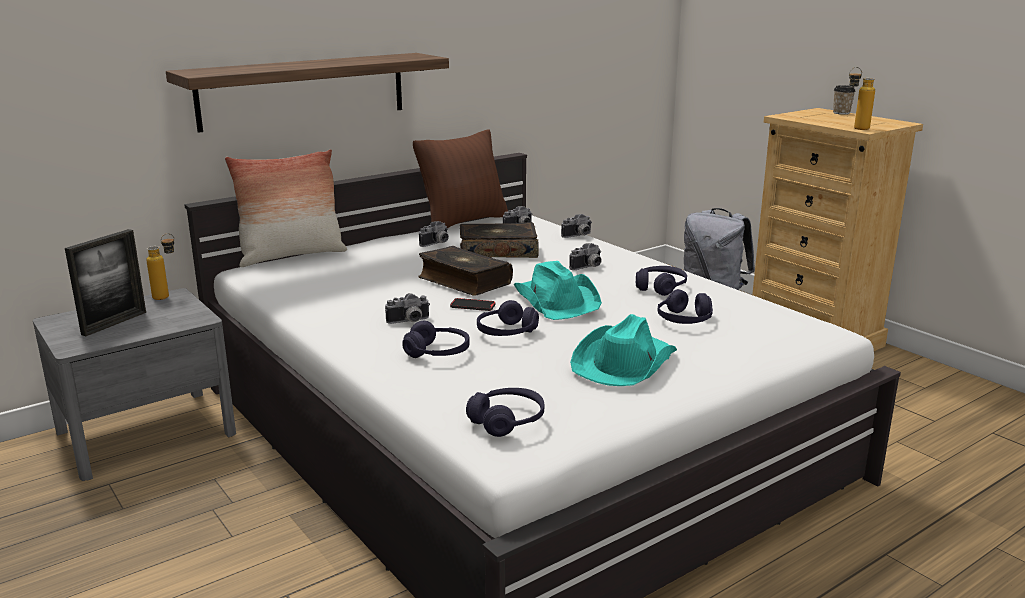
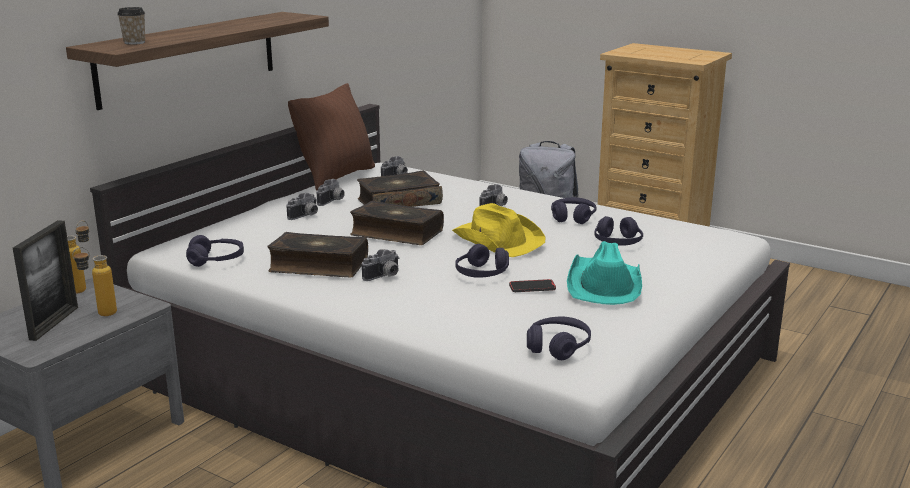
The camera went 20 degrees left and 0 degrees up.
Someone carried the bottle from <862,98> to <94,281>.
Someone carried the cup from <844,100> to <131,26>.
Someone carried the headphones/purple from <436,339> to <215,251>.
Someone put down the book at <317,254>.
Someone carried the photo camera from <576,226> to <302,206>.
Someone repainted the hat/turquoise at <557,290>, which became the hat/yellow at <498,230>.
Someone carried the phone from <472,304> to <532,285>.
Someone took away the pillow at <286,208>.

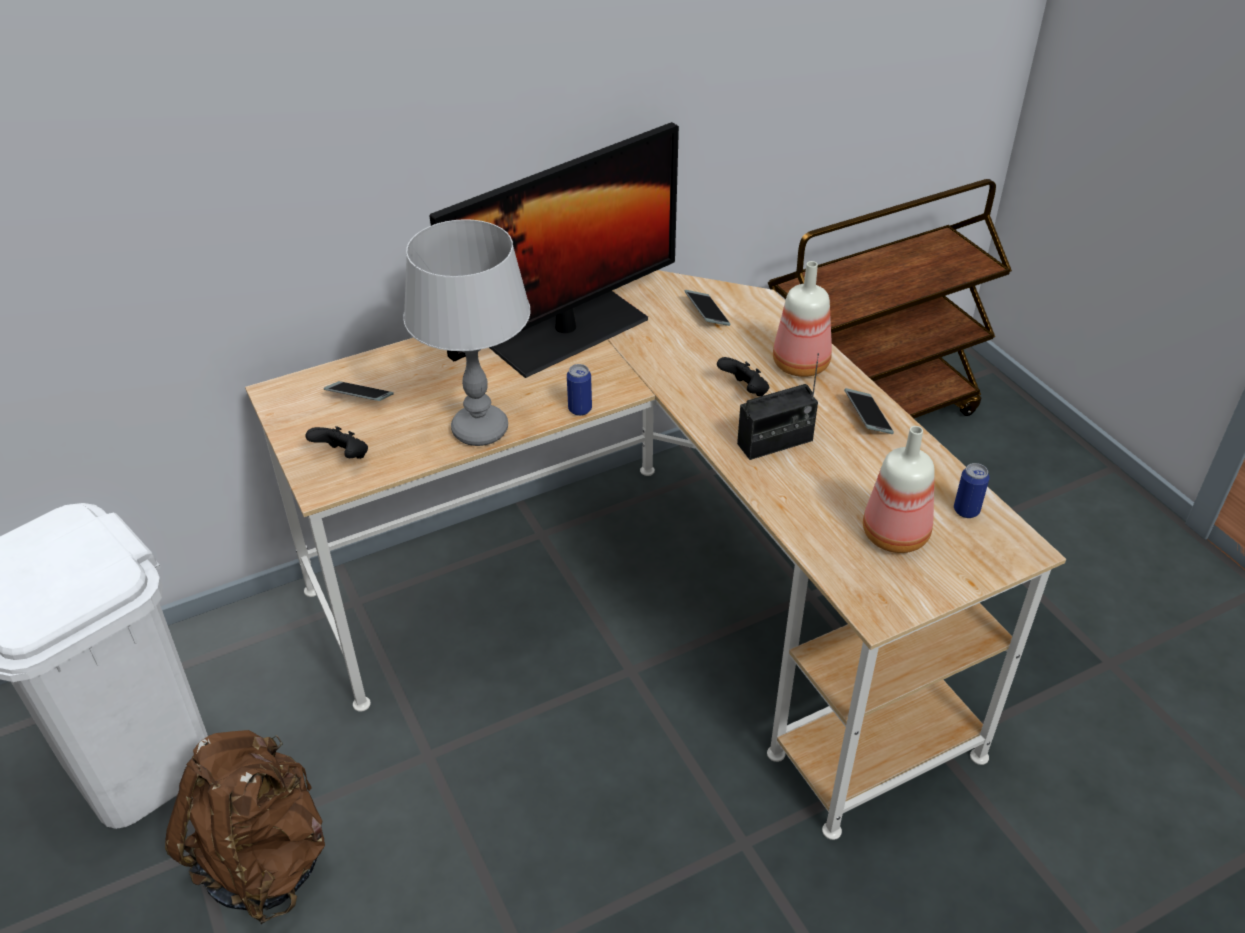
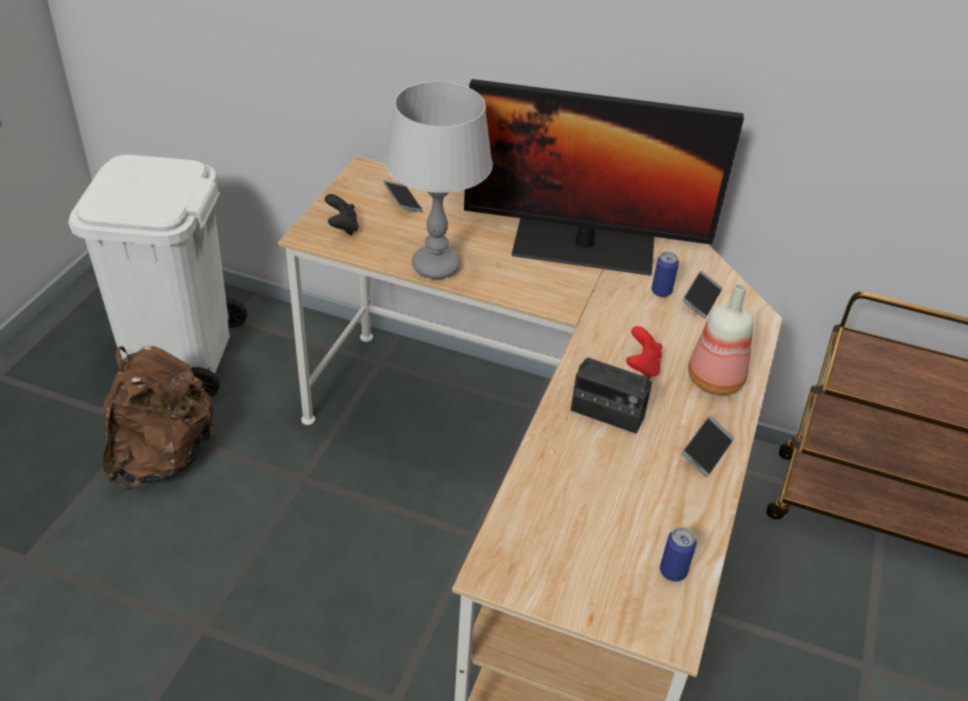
The camera went 45 degrees right and 0 degrees up.
Someone repainted the game controller/black at <743,377>, which became the game controller/red at <644,352>.
Someone carried the can from <579,390> to <665,274>.
Someone took away the bottle at <899,489>.

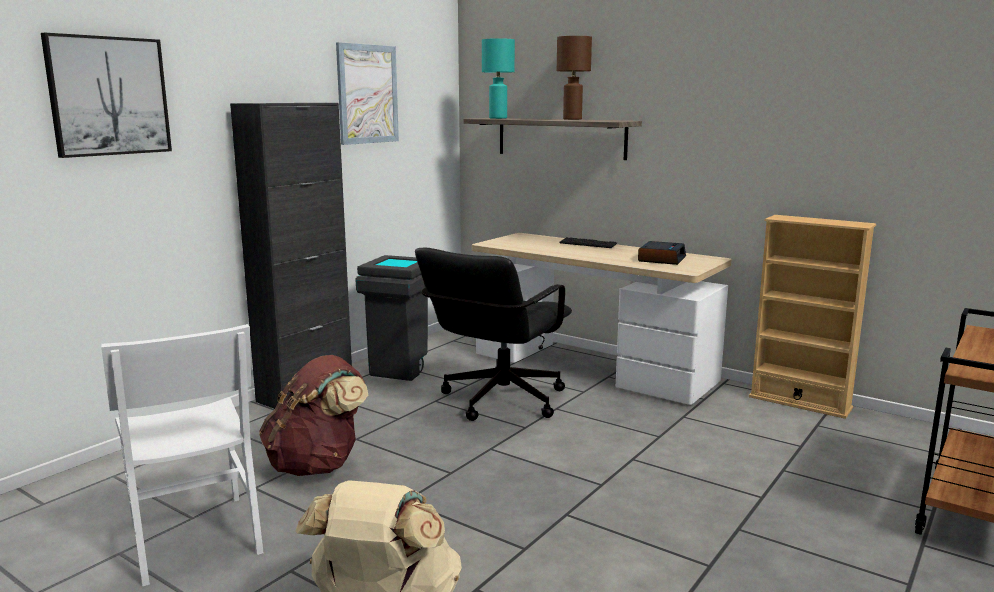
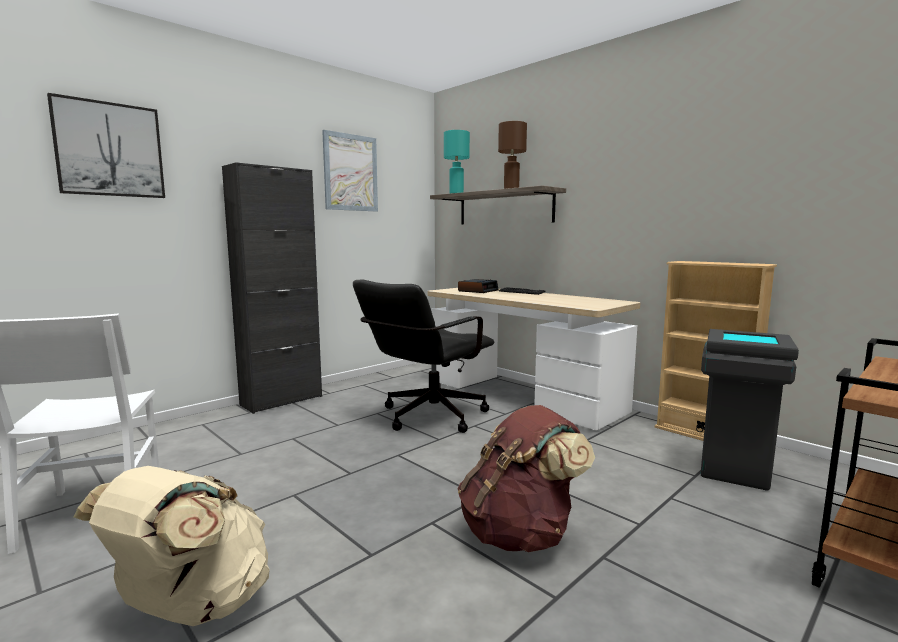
The camera went 10 degrees right and 5 degrees down.
Someone carried the alarm clock from <662,253> to <478,286>.
Someone carried the backpack/brown from <313,415> to <526,478>.
Someone carried the trash can/grey from <391,318> to <750,410>.

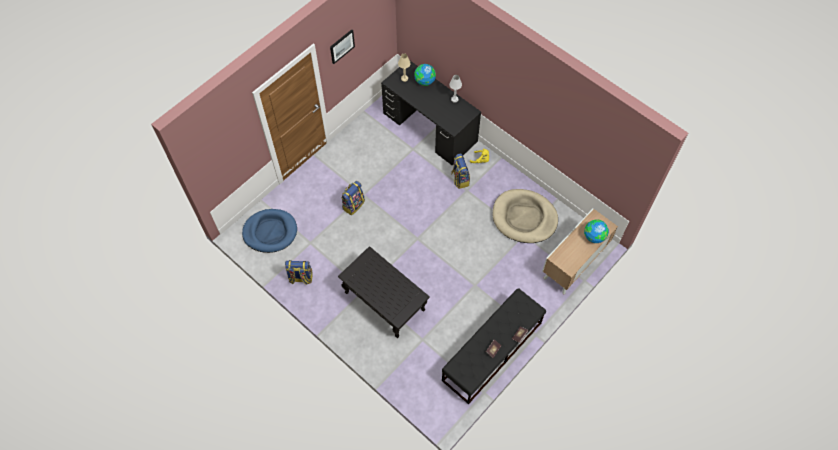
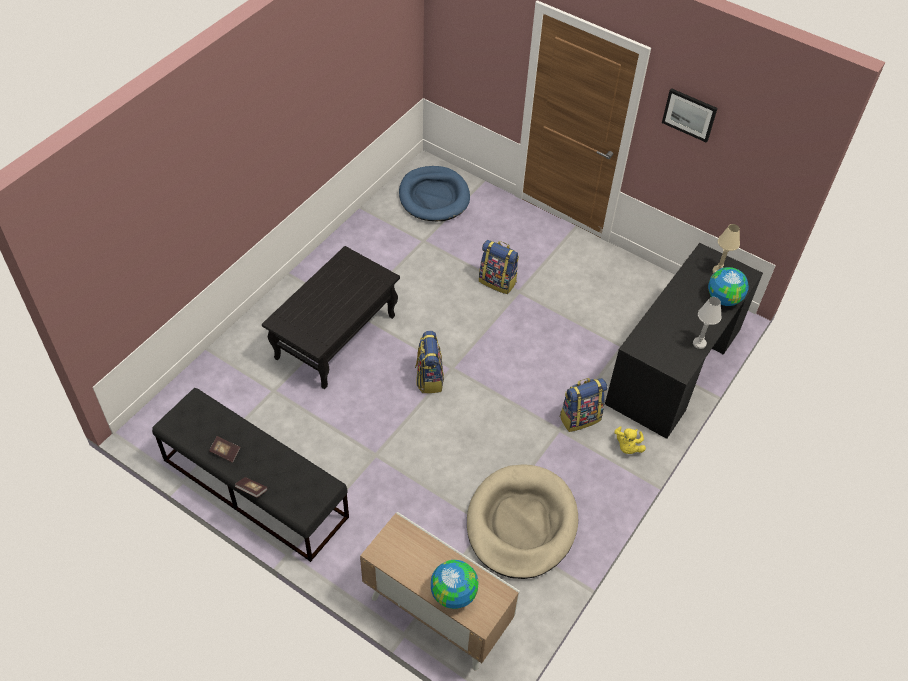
The camera went 80 degrees right and 10 degrees down.
Someone carried the backpack from <299,272> to <429,362>.

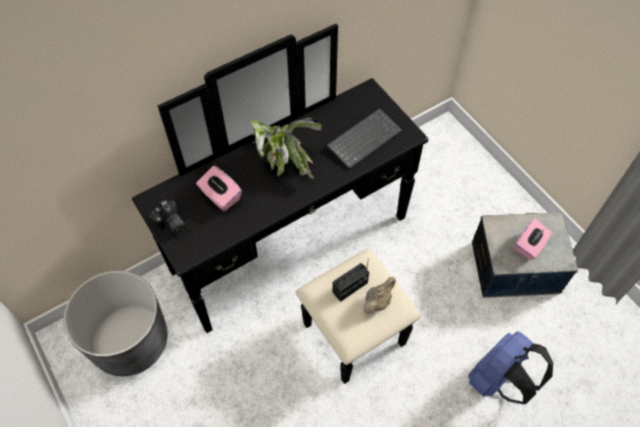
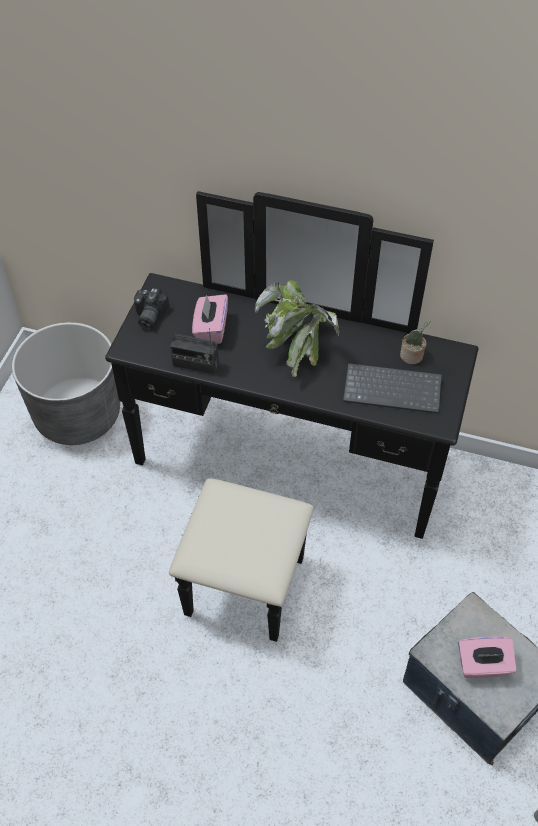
The camera went 50 degrees right and 5 degrees down.
Someone carried the radio from <351,280> to <194,351>.
Someone put down the potted plant at <415,342>.
Someone took away the teapot/beige at <380,295>.
Someone took away the backpack/blue at <510,368>.

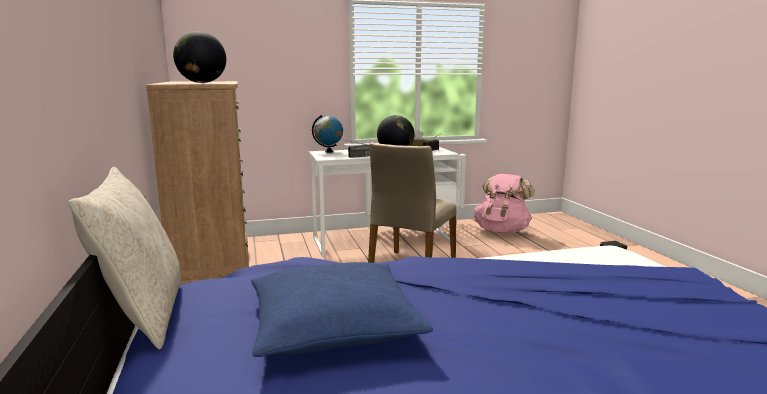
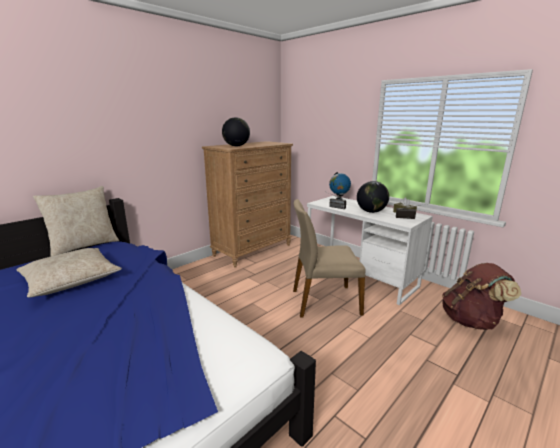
The camera went 60 degrees right and 5 degrees up.
Someone repainted the pillow/blue at <342,309>, which became the pillow/beige at <69,273>.
Someone repainted the backpack/pink at <504,203>, which became the backpack/brown at <481,296>.

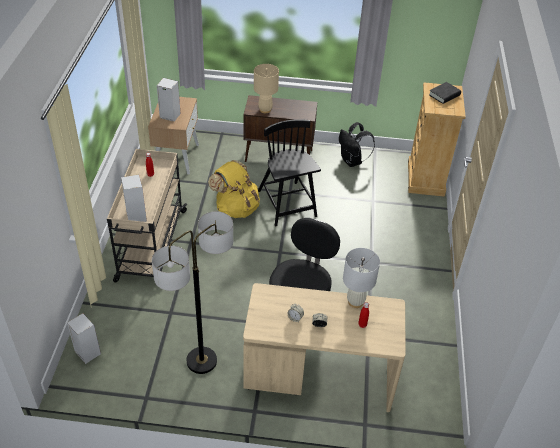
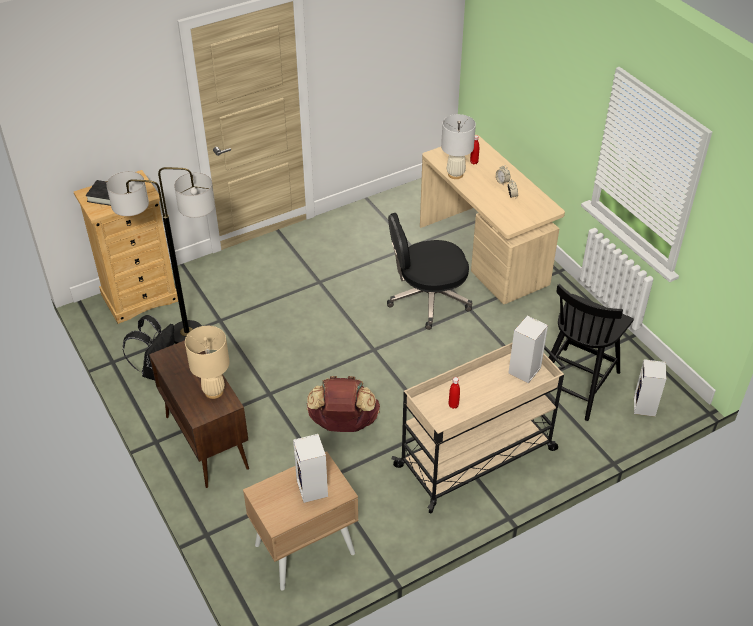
The camera went 125 degrees left and 0 degrees up.
Someone carried the floor lamp from <192,292> to <160,255>.
Someone repainted the backpack/yellow at <234,189>, which became the backpack/brown at <343,404>.
Someone carried the chair/black from <289,172> to <590,352>.

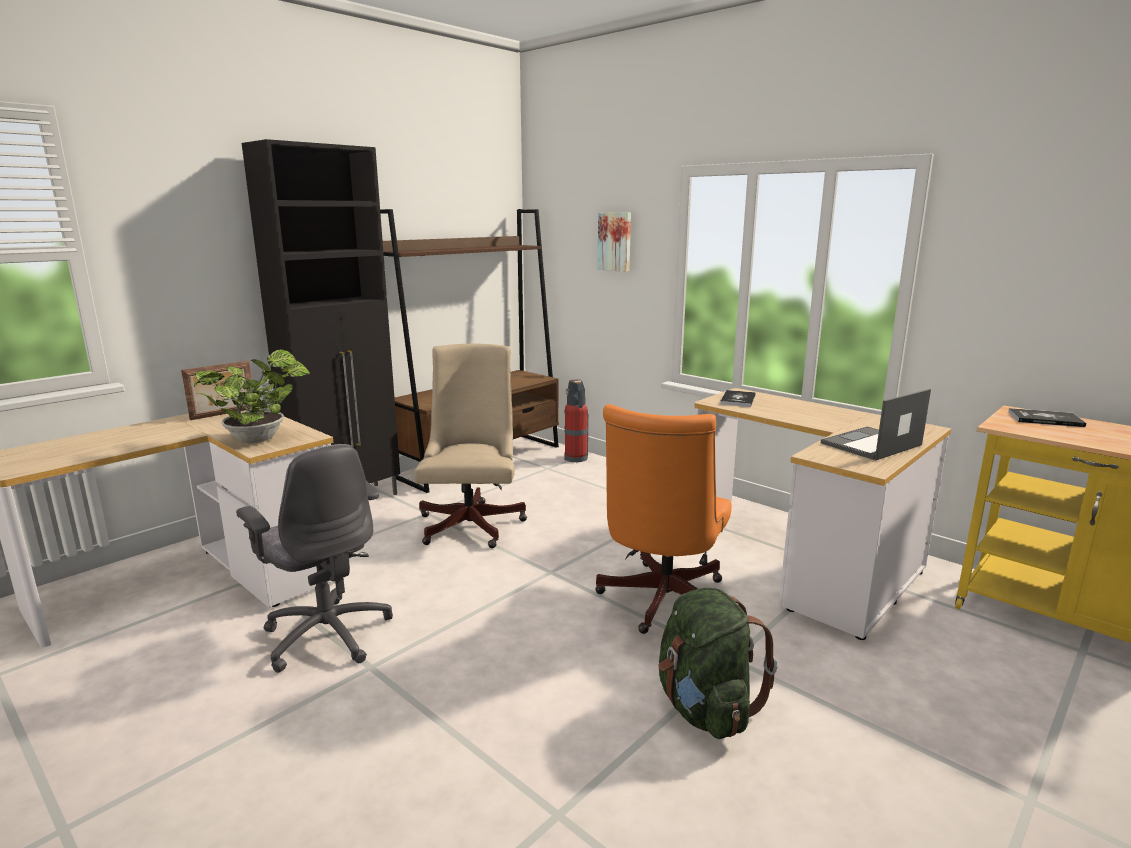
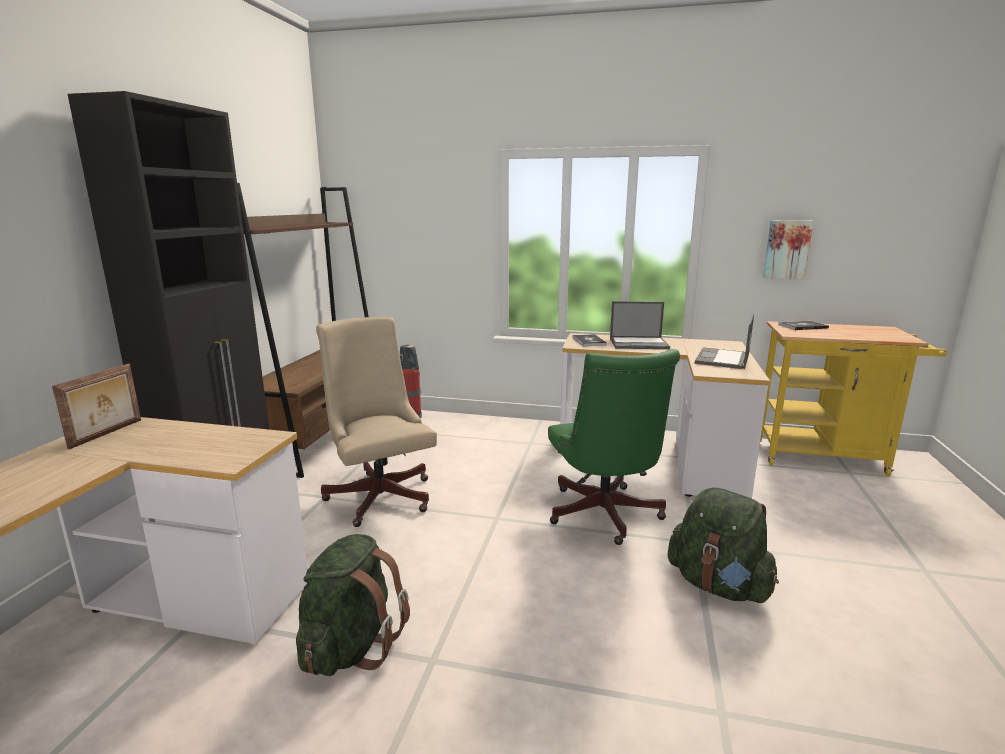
The camera went 30 degrees left and 0 degrees up.
Someone swapped the office chair/grey at <314,558> for the backpack/green at <353,605>.
Someone repainted the office chair/orange at <663,519>, which became the office chair/green at <614,447>.
Someone put down the laptop at <640,325>.
Someone carried the picture from <614,242> to <788,250>.
Someone took away the potted plant at <252,396>.

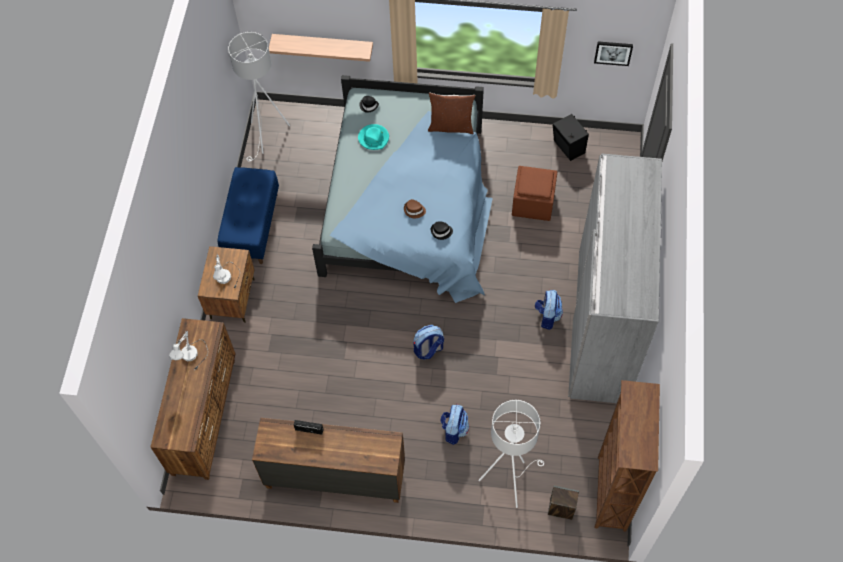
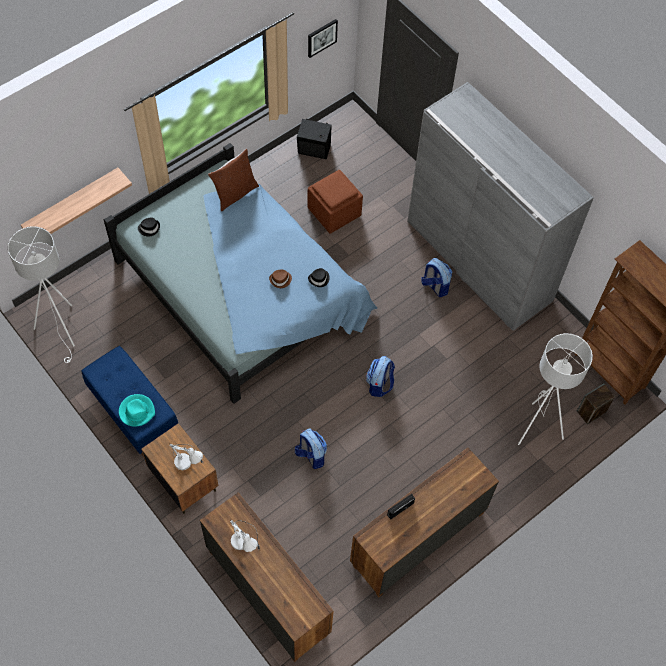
The camera went 50 degrees left and 0 degrees up.
Someone carried the hat/turquoise from <373,137> to <137,410>.
Someone carried the backpack from <455,424> to <311,449>.

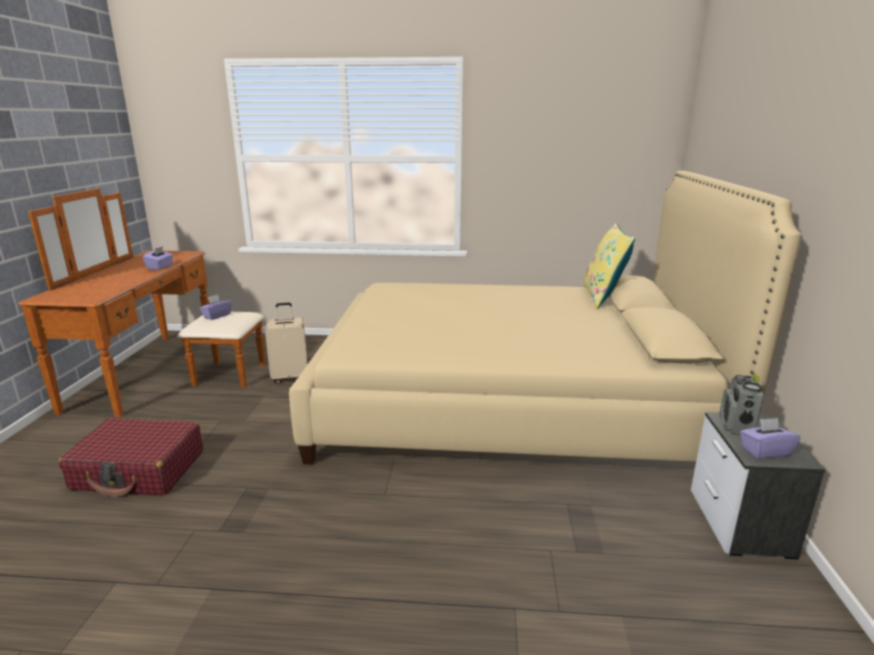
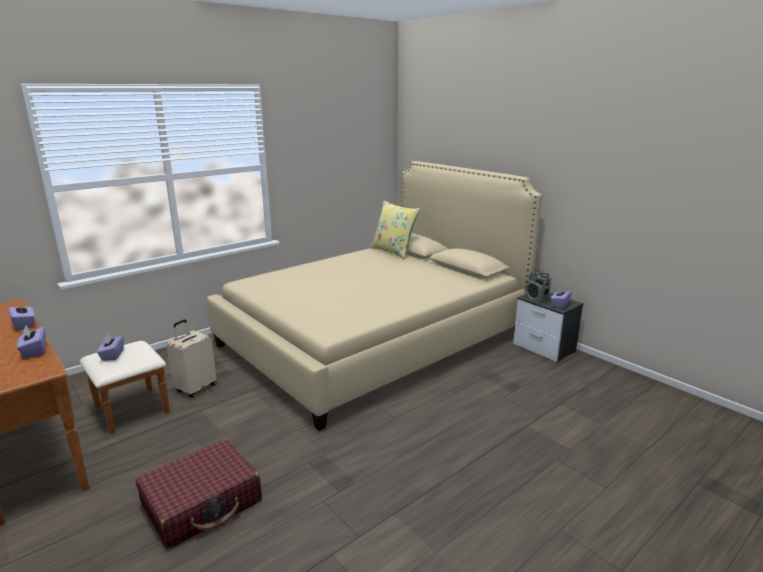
The camera went 45 degrees left and 0 degrees up.
Someone put down the tissue box/purple at <31,342>.

